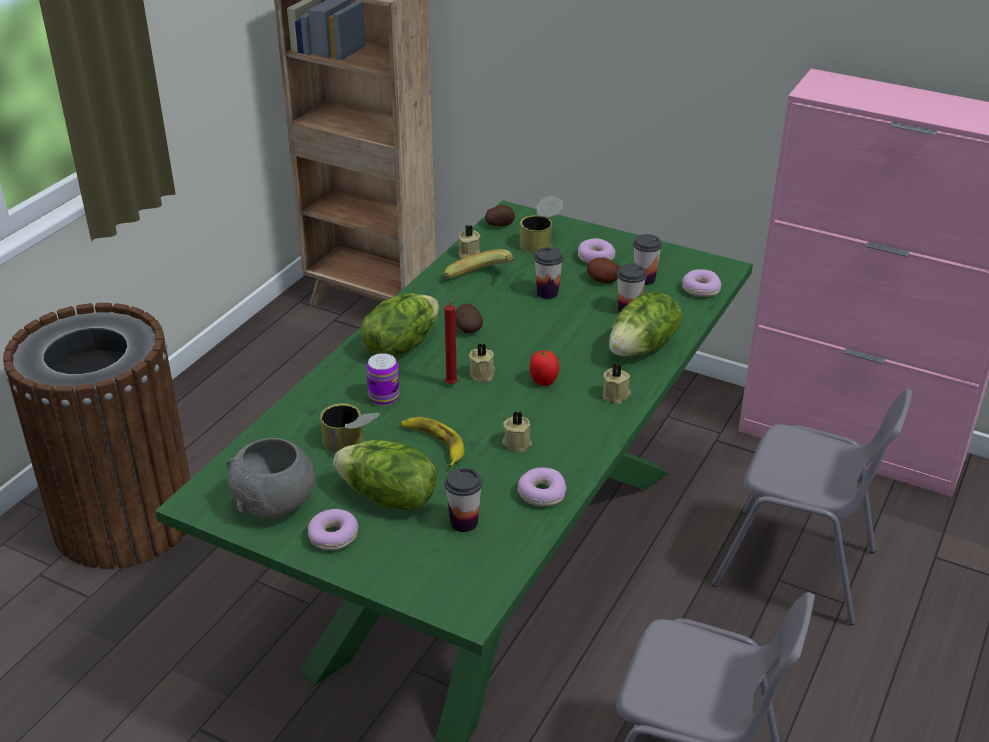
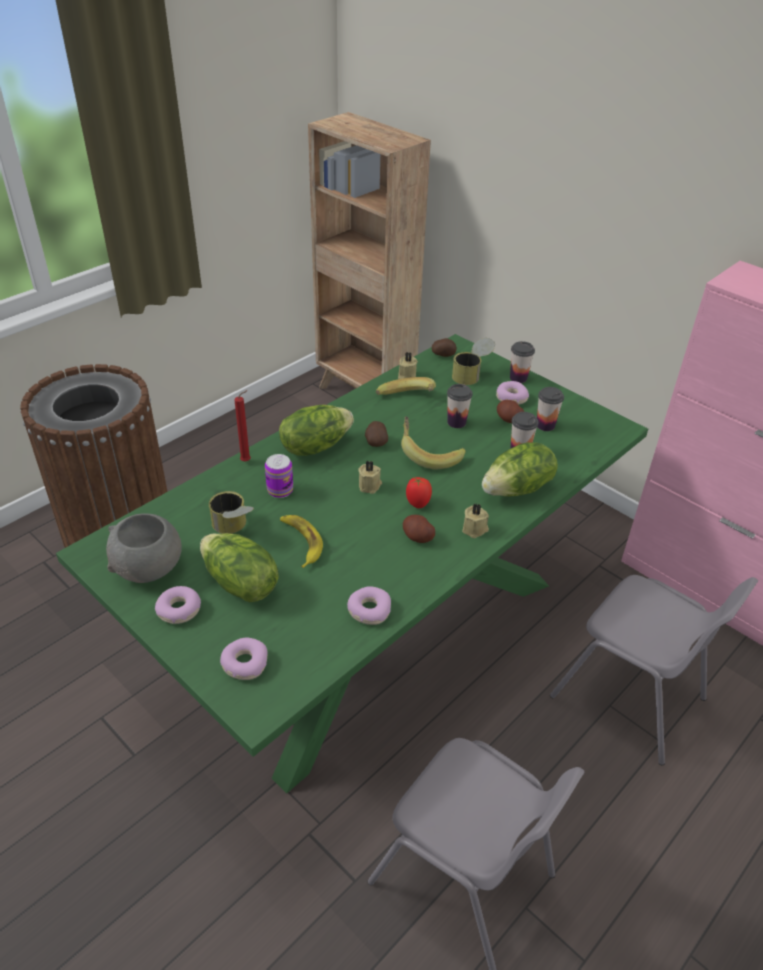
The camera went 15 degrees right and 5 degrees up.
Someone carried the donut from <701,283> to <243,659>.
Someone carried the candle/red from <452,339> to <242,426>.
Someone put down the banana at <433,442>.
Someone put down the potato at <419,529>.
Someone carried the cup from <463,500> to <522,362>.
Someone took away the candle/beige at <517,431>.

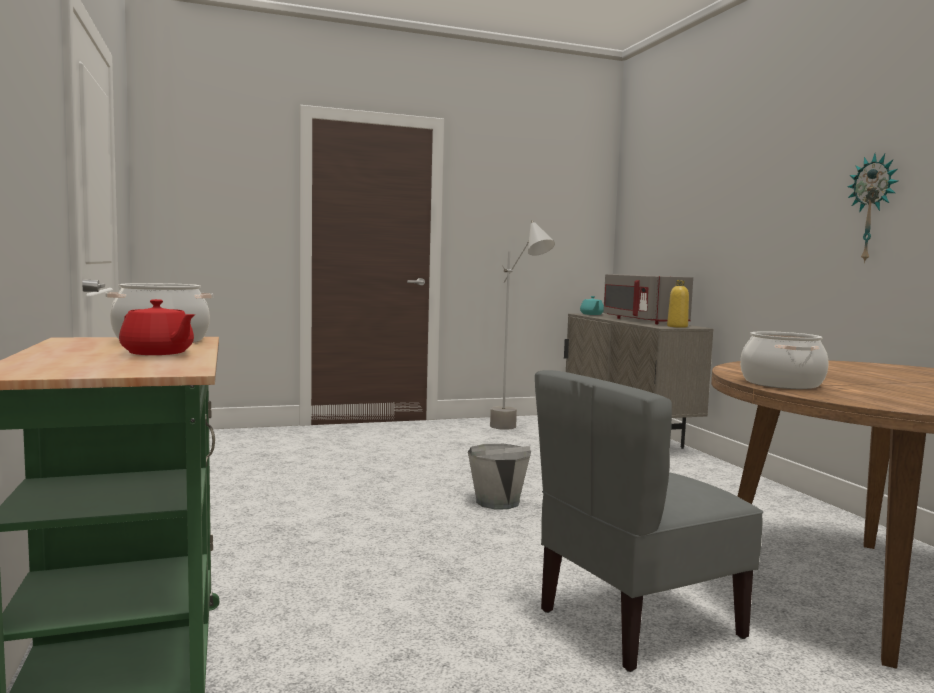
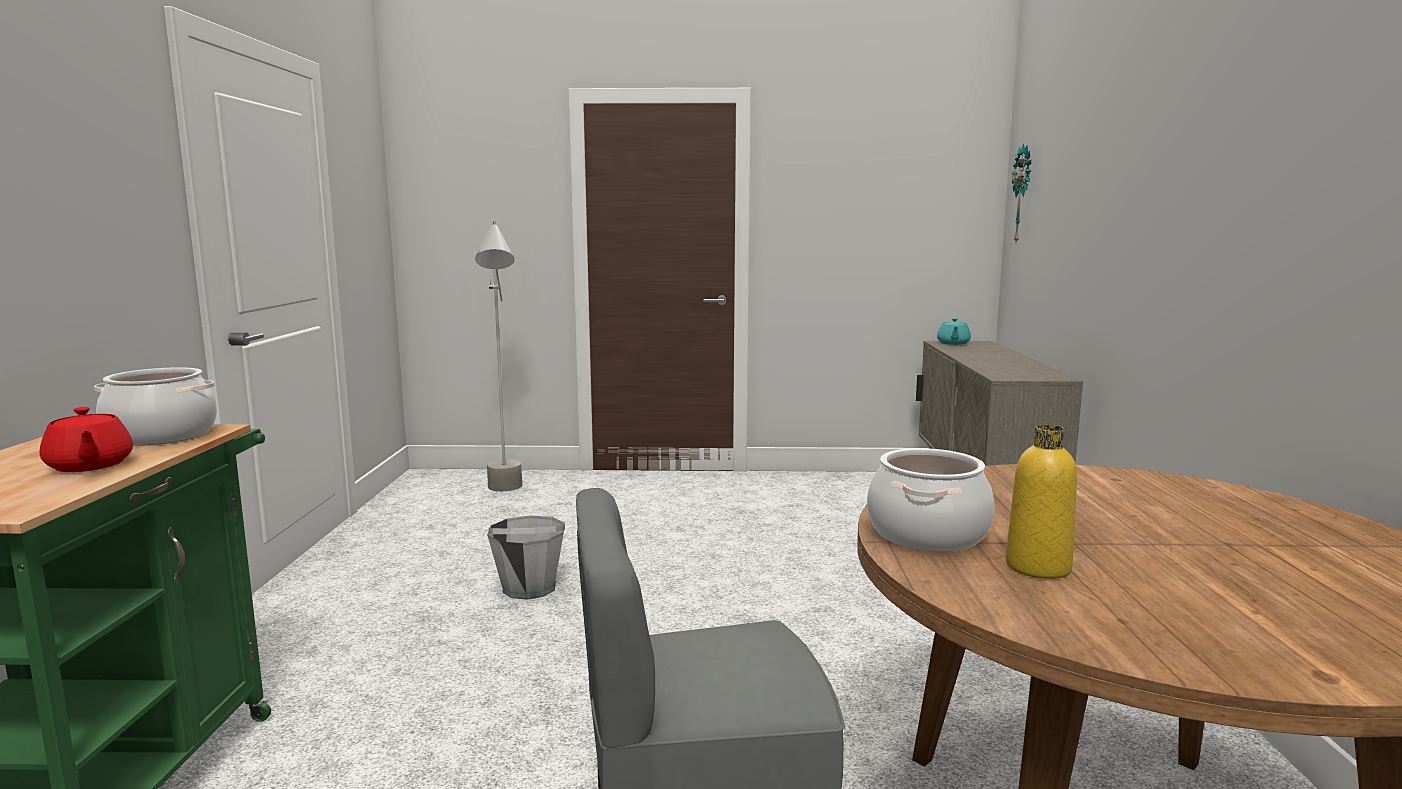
The camera went 20 degrees right and 5 degrees up.
Someone carried the floor lamp/grey from <522,325> to <498,356>.
Someone carried the bucket/grey from <499,477> to <526,557>.
Someone carried the bottle/yellow from <678,304> to <1041,502>.
Someone carried the wall clock from <872,208> to <1021,193>.
Someone took away the microwave/grey at <648,299>.

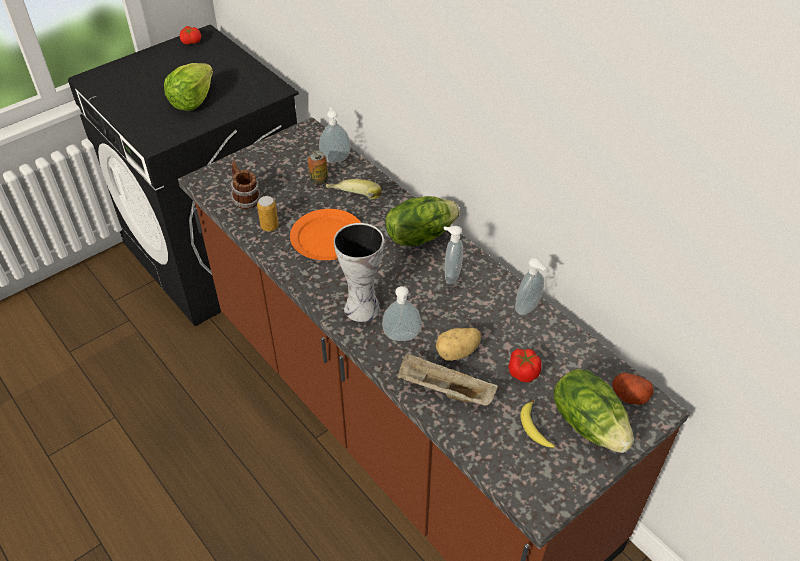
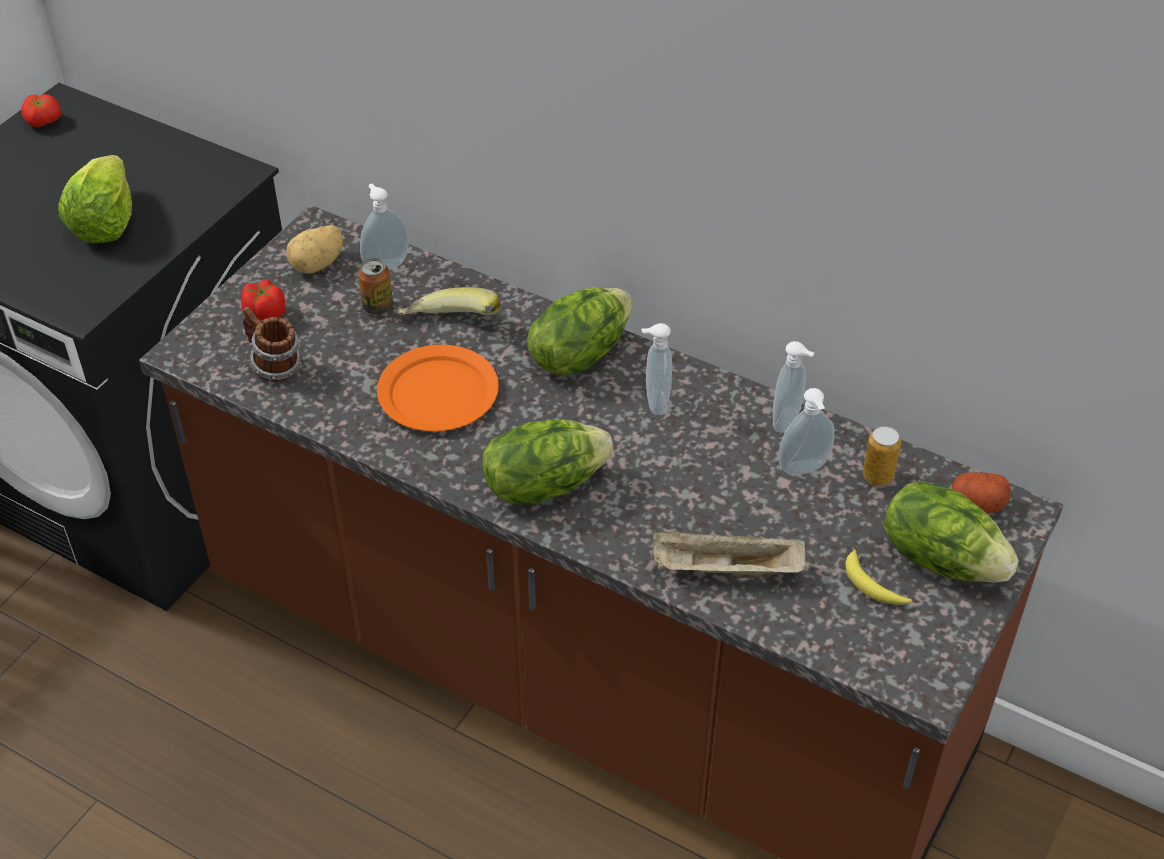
The camera went 20 degrees left and 0 degrees up.
Someone carried the tomato from <525,365> to <263,300>.
Someone carried the potato from <458,344> to <315,249>.
Someone swapped the vase at <359,272> for the lettuce at <547,462>.
Someone carried the soap dispenser from <401,313> to <806,431>.
Someone carried the can from <268,213> to <882,456>.

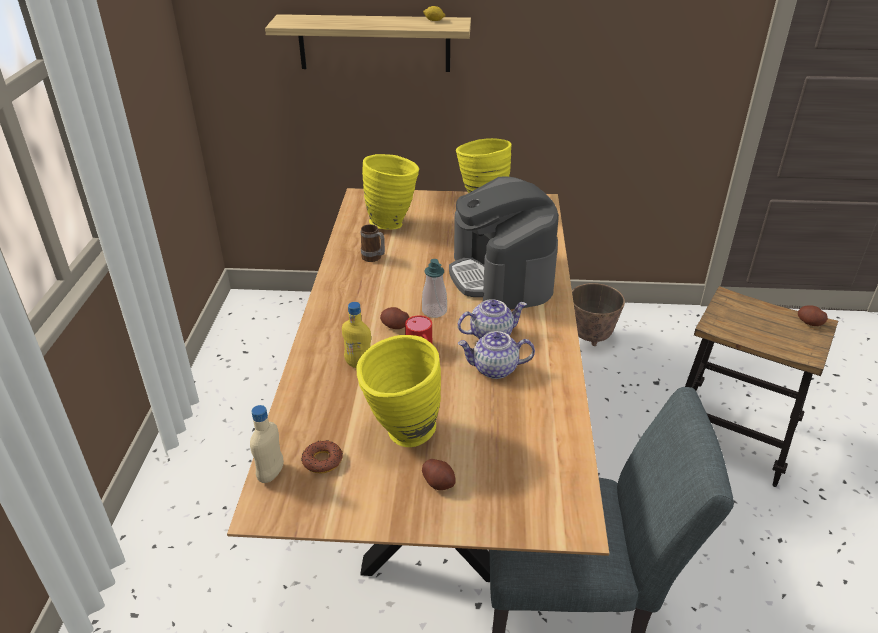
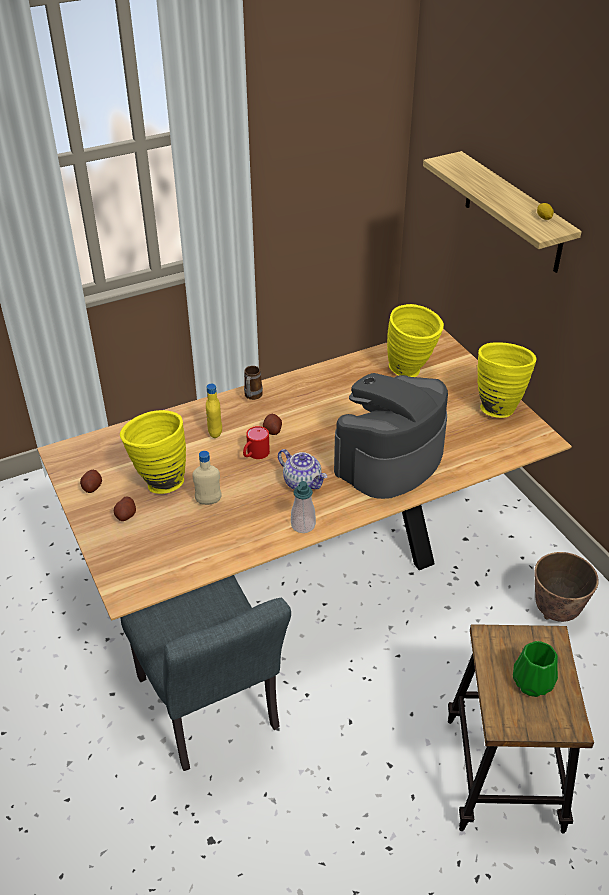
The camera went 60 degrees right and 5 degrees up.
Someone carried the potato from <813,315> to <91,481>.
Someone carried the bottle/beige from <267,444> to <207,478>.
Someone carried the mug from <373,243> to <253,383>.
Someone carried the soap dispenser from <434,288> to <303,507>.
Someone put down the vase/green at <535,669>.
Someone took away the donut at <322,457>.
Someone took away the teapot at <496,355>.

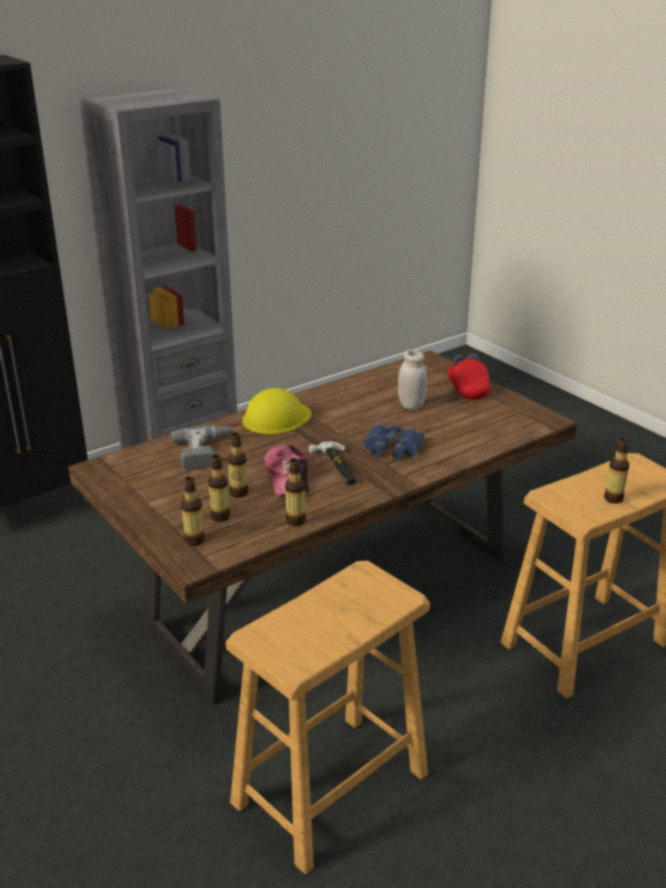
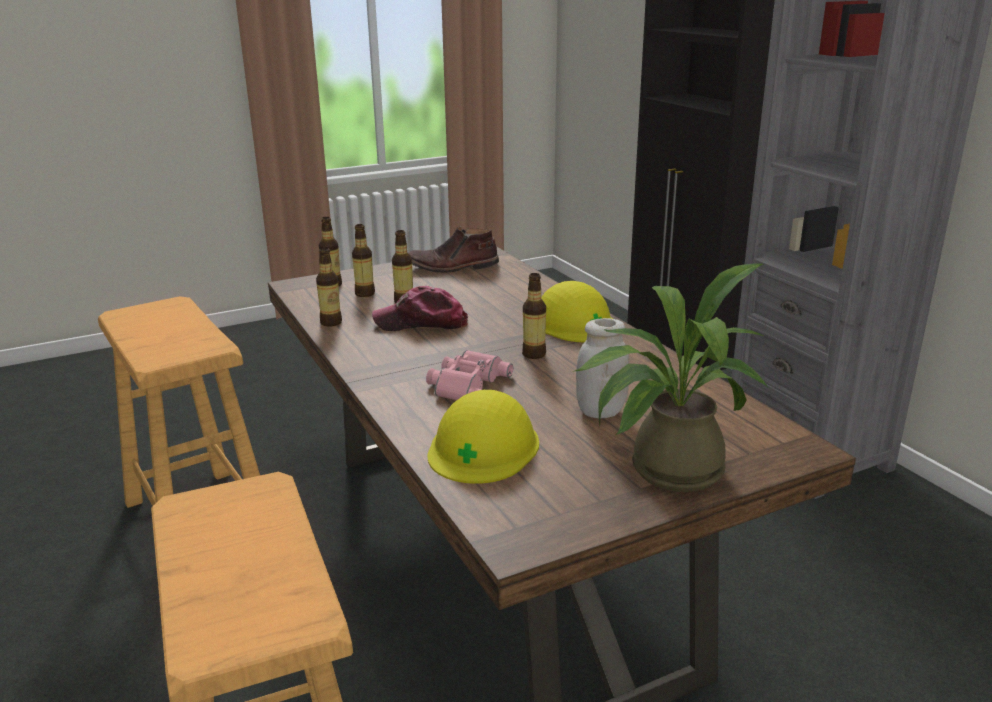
The camera went 100 degrees right and 5 degrees down.
Someone put down the boot/brown at <453,250>.
Someone repainted the binoculars/blue at <394,442>, which became the binoculars/pink at <469,375>.
Someone put down the hard hat/yellow at <483,437>.
Someone carried the bottle from <616,471> to <534,316>.
Someone swapped the cap/red at <469,377> for the potted plant at <670,377>.
Someone took away the power drill at <203,448>.
Someone took away the hammer at <332,462>.

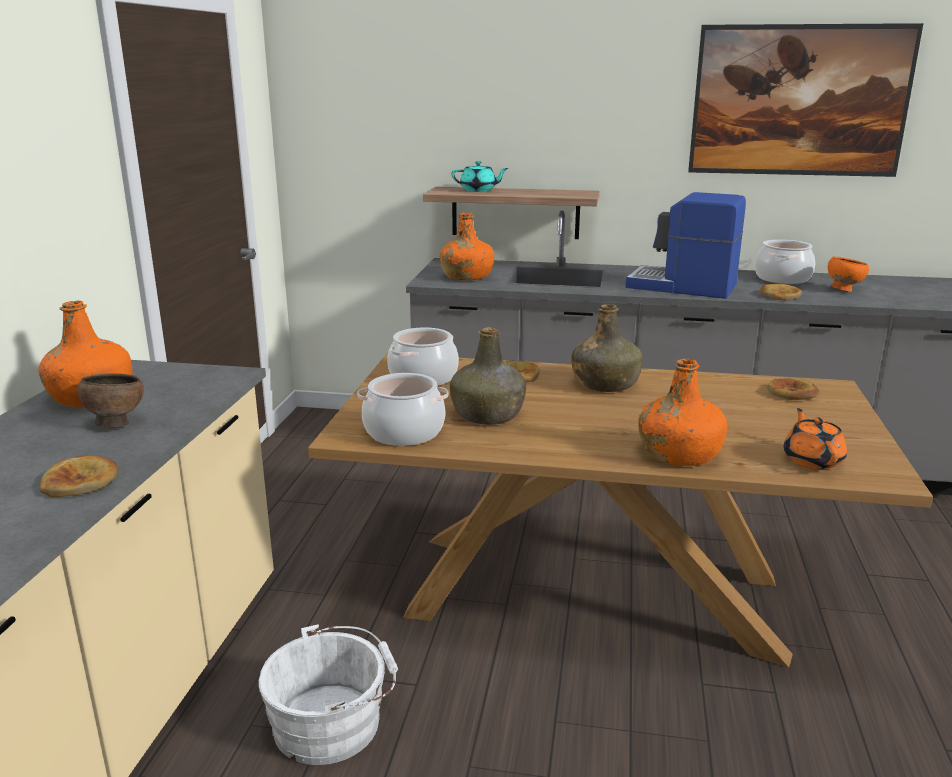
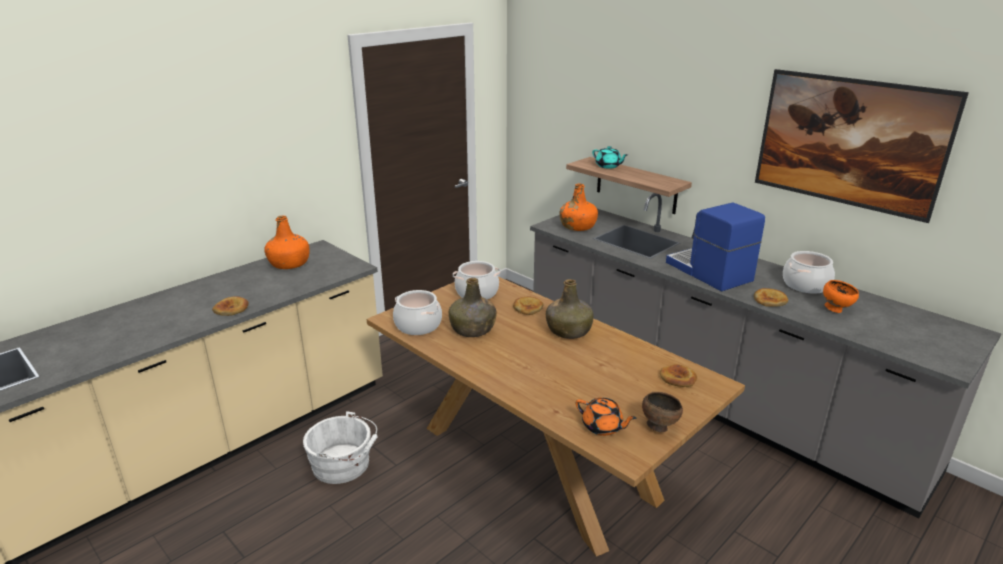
The camera went 35 degrees right and 5 degrees up.
Someone rotated the teapot/orange at <815,439> by 90 degrees clockwise.
Someone carried the bowl/brown from <110,400> to <662,412>.
Someone took away the bottle/orange at <682,412>.

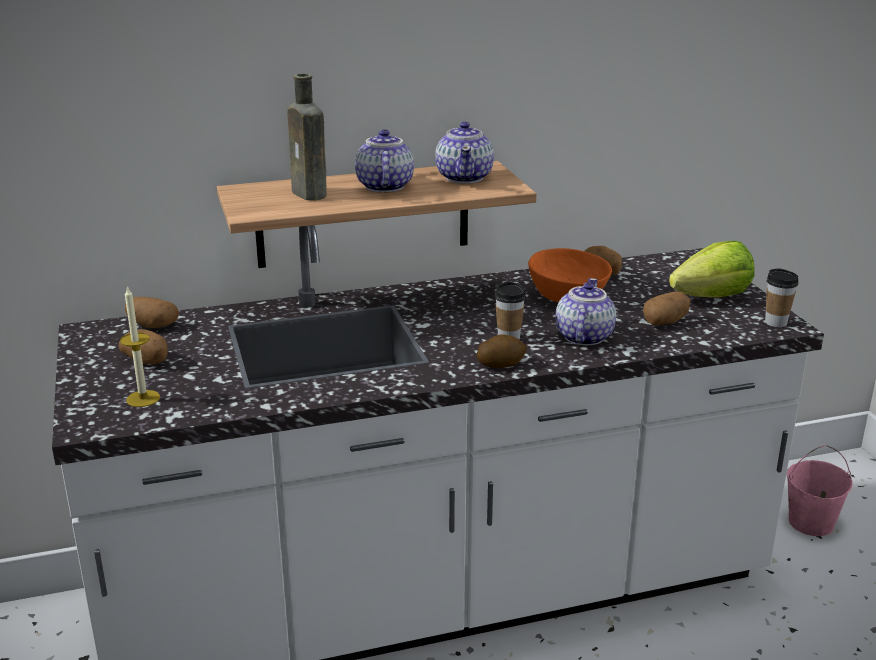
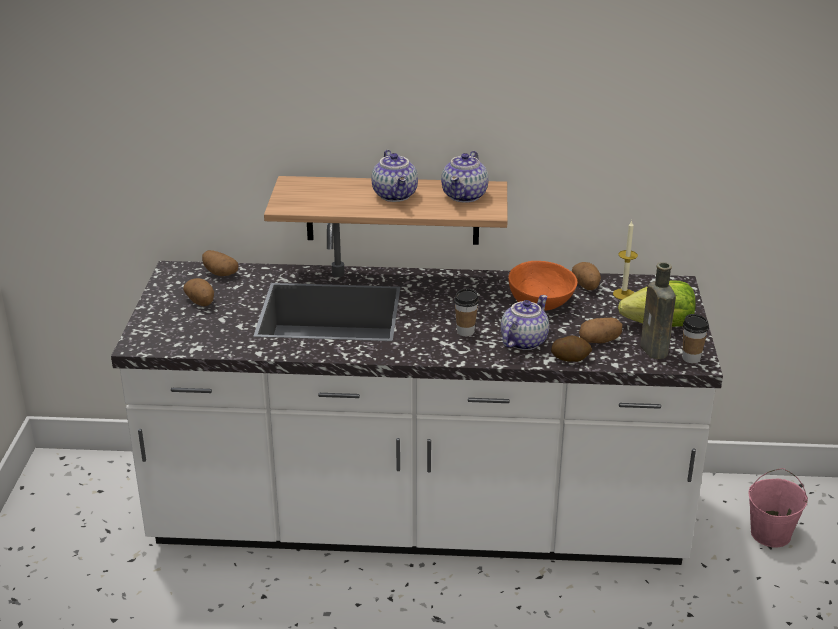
The camera went 20 degrees right and 5 degrees up.
Someone rotated the teapot at <384,160> by 150 degrees clockwise.
Someone carried the potato from <502,351> to <571,349>.
Someone carried the candle from <140,346> to <625,260>.
Someone carried the bottle/brown from <307,137> to <658,310>.

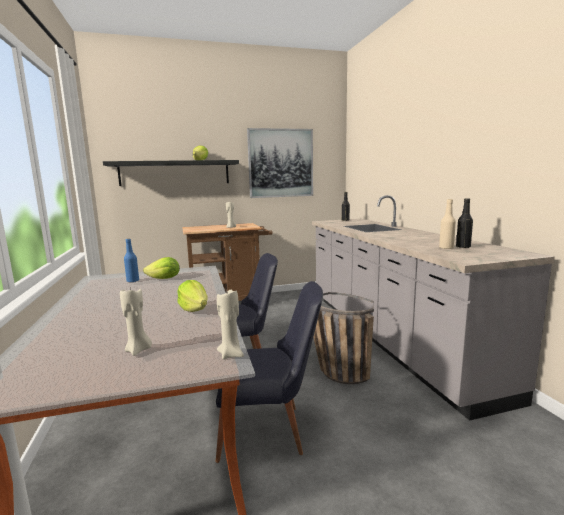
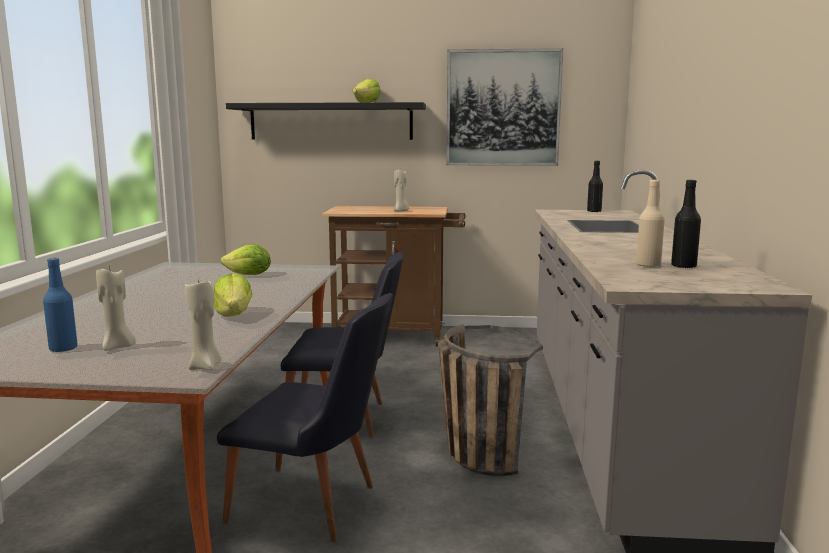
The camera went 20 degrees right and 0 degrees up.
Someone carried the bottle/blue from <131,260> to <60,305>.

